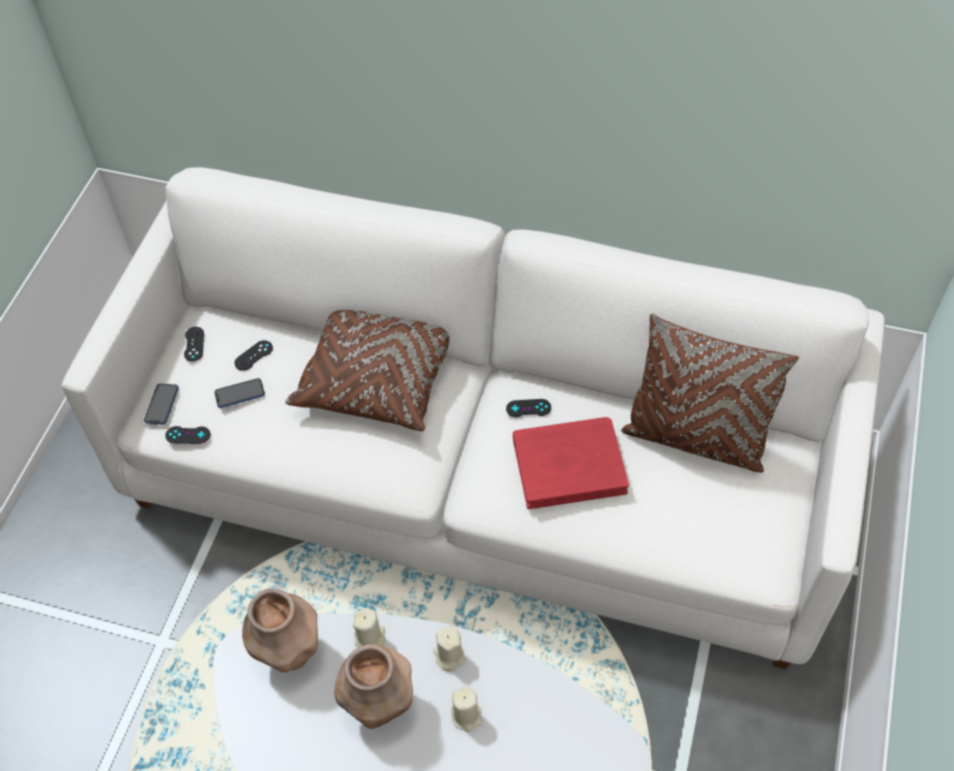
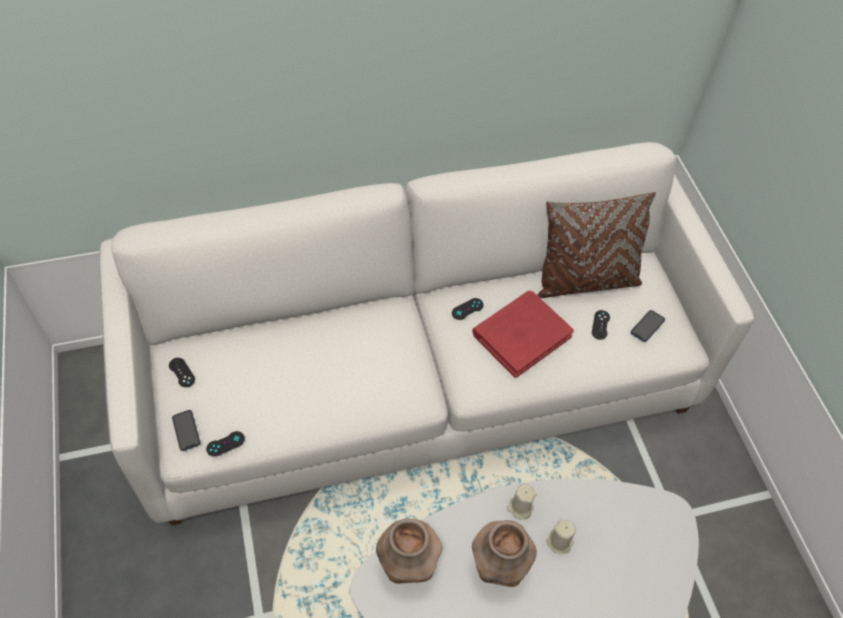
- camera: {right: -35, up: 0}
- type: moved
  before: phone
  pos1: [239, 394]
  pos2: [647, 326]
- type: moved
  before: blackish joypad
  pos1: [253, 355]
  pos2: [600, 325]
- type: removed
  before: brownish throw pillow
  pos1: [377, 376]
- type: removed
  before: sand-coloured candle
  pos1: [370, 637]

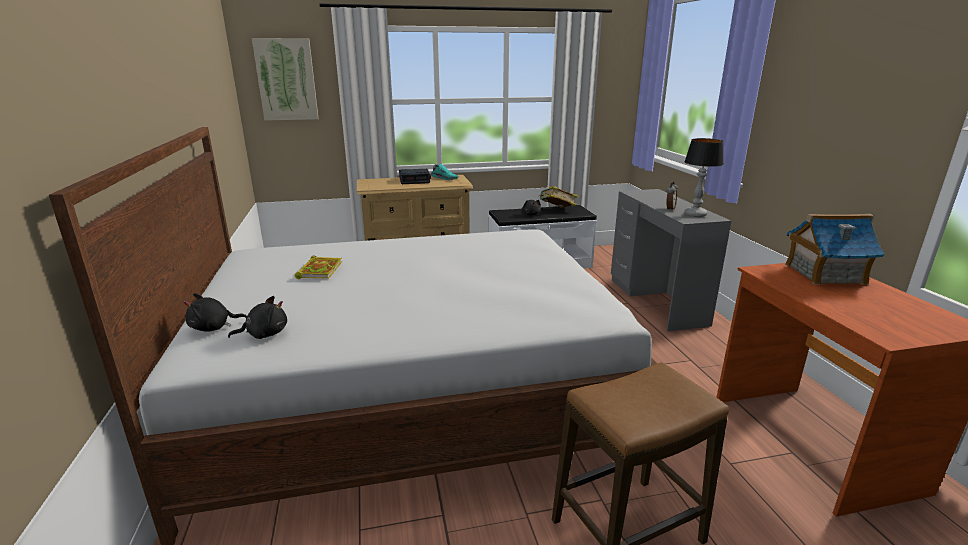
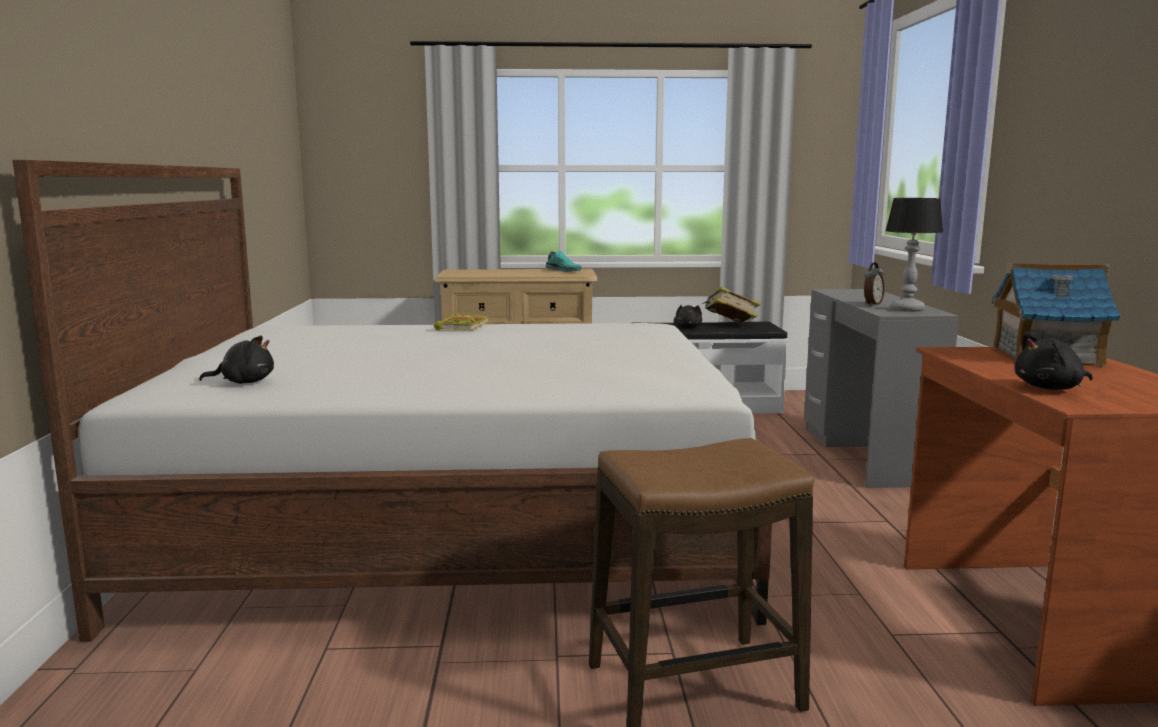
- camera: {right: 10, up: -10}
- type: moved
  before: blackish cuddly toy
  pos1: [213, 327]
  pos2: [1050, 388]
- type: removed
  before: picture
  pos1: [286, 80]
- type: moved
  before: book
  pos1: [320, 270]
  pos2: [462, 326]
- type: removed
  before: bedside clock
  pos1: [414, 180]

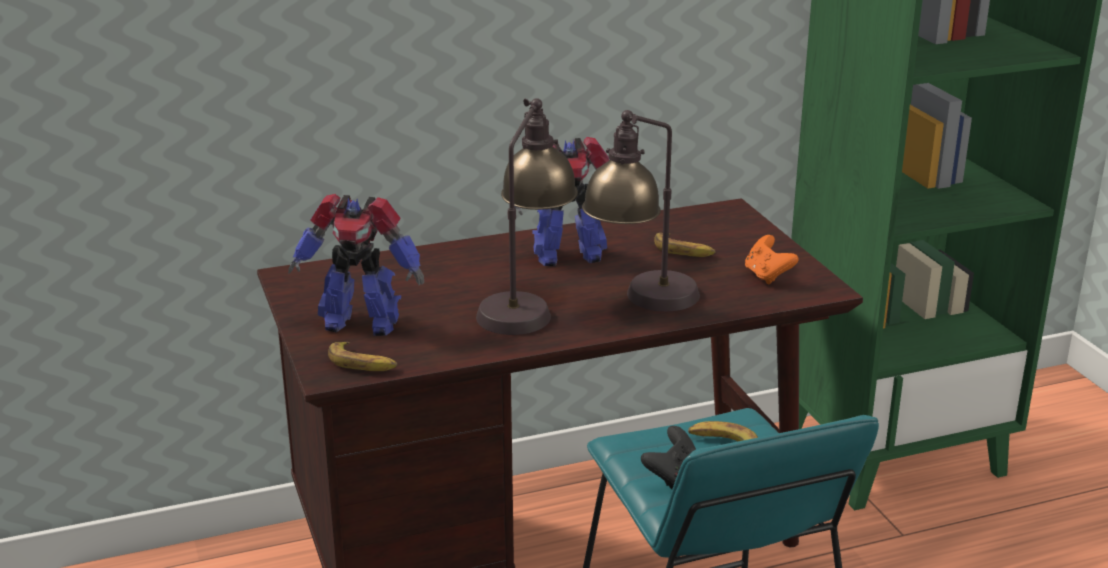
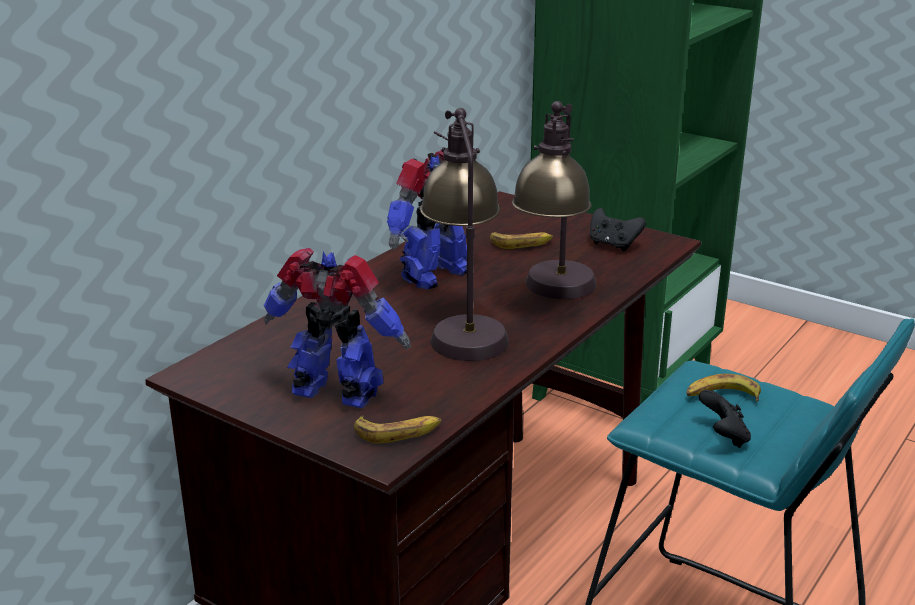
- camera: {right: -35, up: 0}
- type: turned
  before: toy robot
  pos1: [360, 322]
  pos2: [336, 394]
  turn: -135
- type: recoloured
  before: orangey joypad
  after: blackish joypad
  pos1: [767, 276]
  pos2: [613, 245]

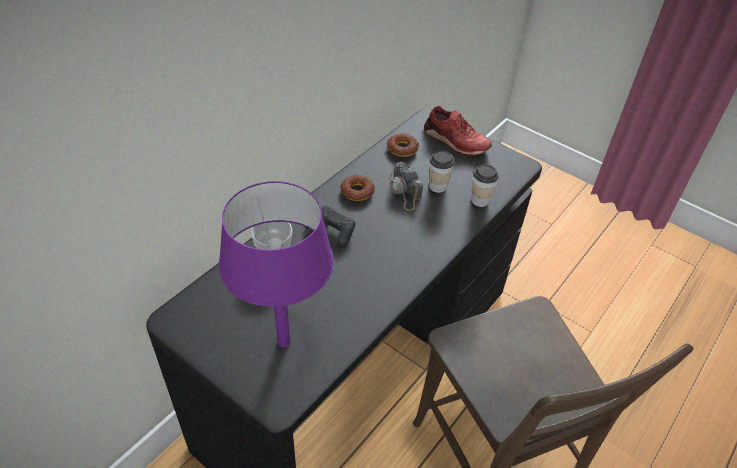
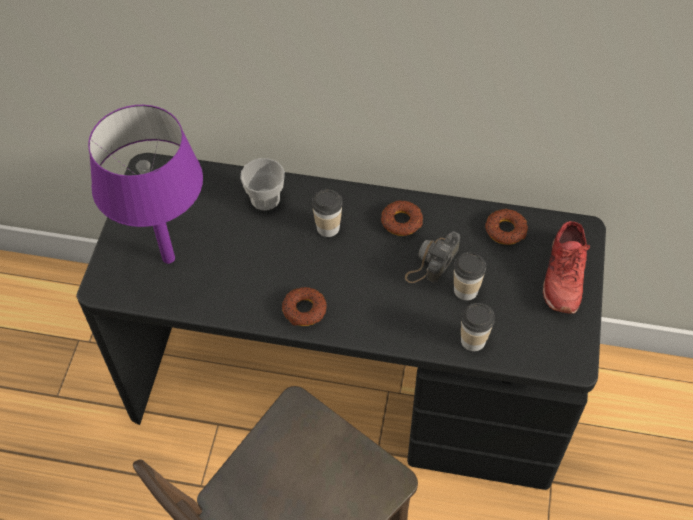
- camera: {right: 65, up: 10}
- type: replaced
  before: blackish joypad
  after: drinking cup
  pos1: [332, 231]
  pos2: [328, 227]
- type: added
  after: ring doughnut
  pos2: [304, 310]

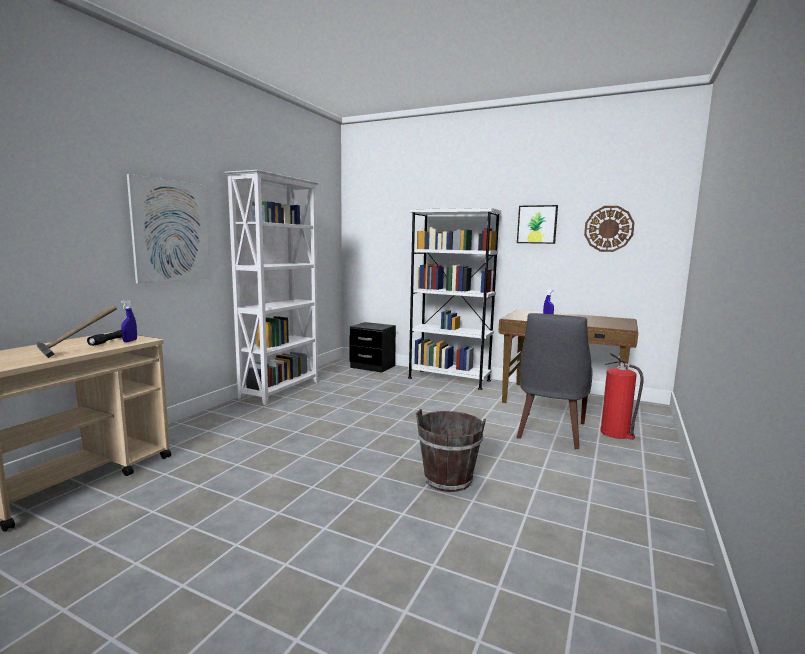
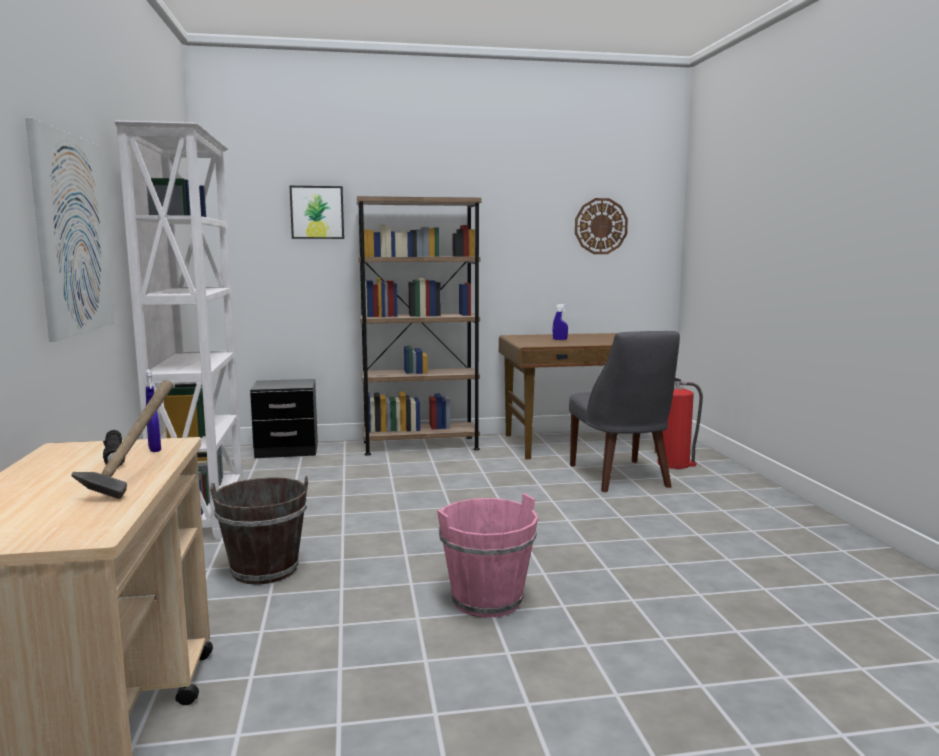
- camera: {right: -35, up: 0}
- type: recoloured
  before: white bookshelf
  after: brownish bookshelf
  pos1: [449, 379]
  pos2: [420, 446]
- type: moved
  before: brownish pail
  pos1: [448, 479]
  pos2: [265, 570]
- type: moved
  before: picture
  pos1: [537, 224]
  pos2: [317, 212]
- type: added
  after: pink pail
  pos2: [487, 600]

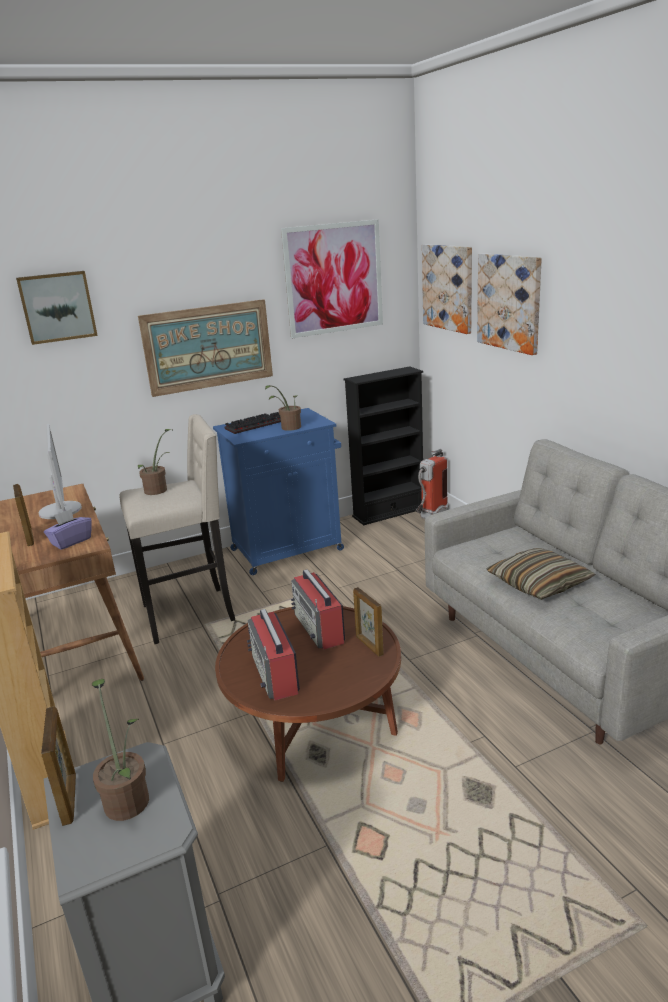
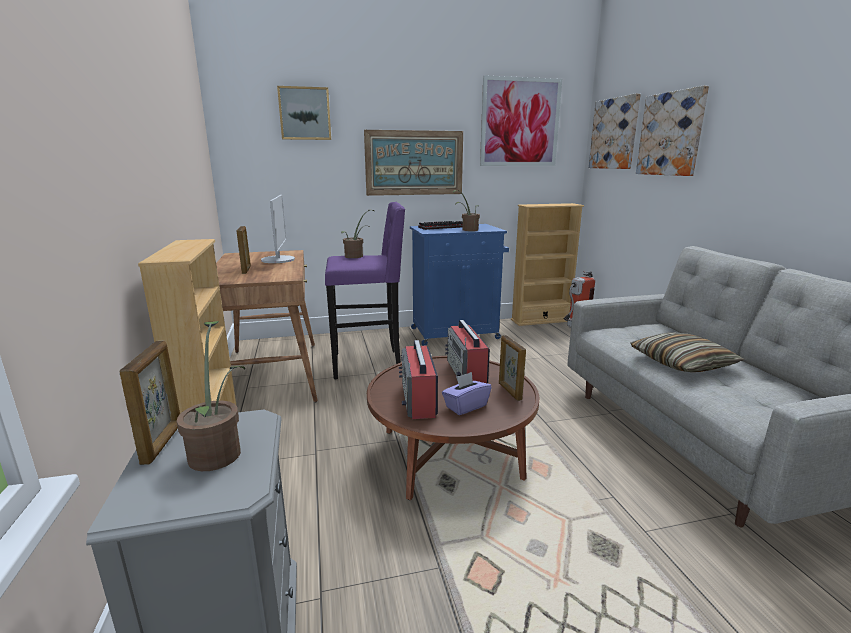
- camera: {right: 10, up: -5}
- type: moved
  before: purple-coloured tissue holder
  pos1: [71, 541]
  pos2: [465, 406]
- type: recoloured
  before: sand-coloured sitting stool
  after: purple-coloured sitting stool
  pos1: [191, 613]
  pos2: [368, 363]
- type: recoloured
  before: blackish bookshelf
  after: sand-coloured bookshelf
  pos1: [389, 512]
  pos2: [541, 320]

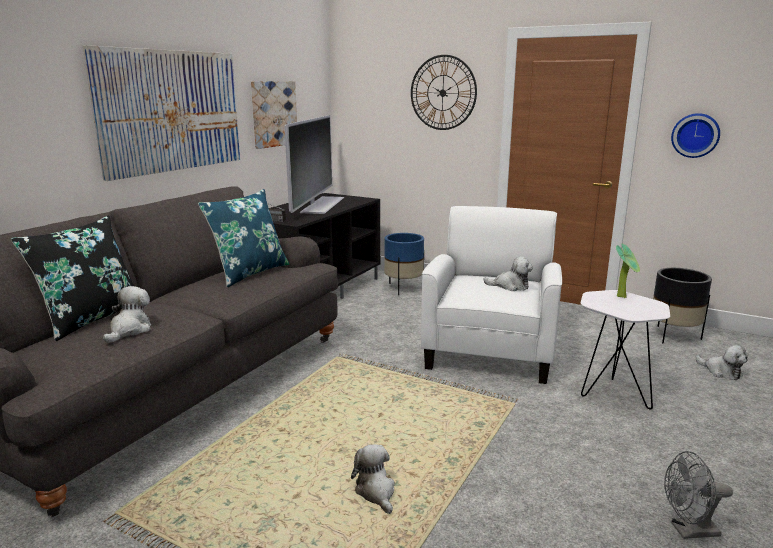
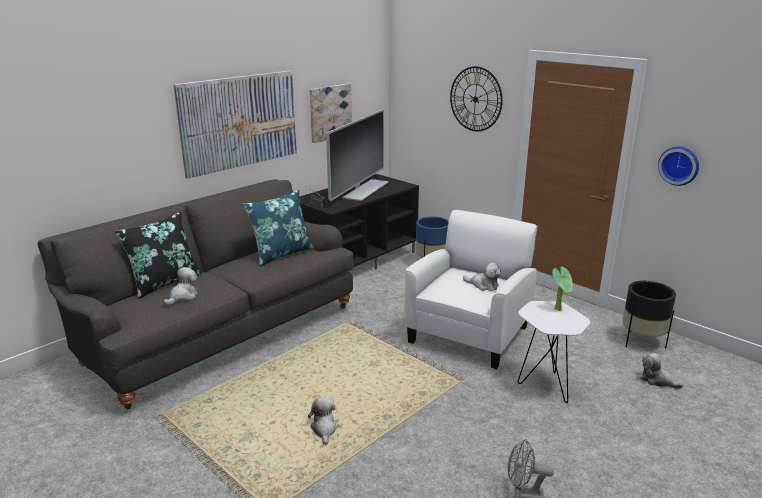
- camera: {right: 15, up: 5}
- type: turned
  before: cuddly toy
  pos1: [721, 372]
  pos2: [657, 380]
  turn: 150

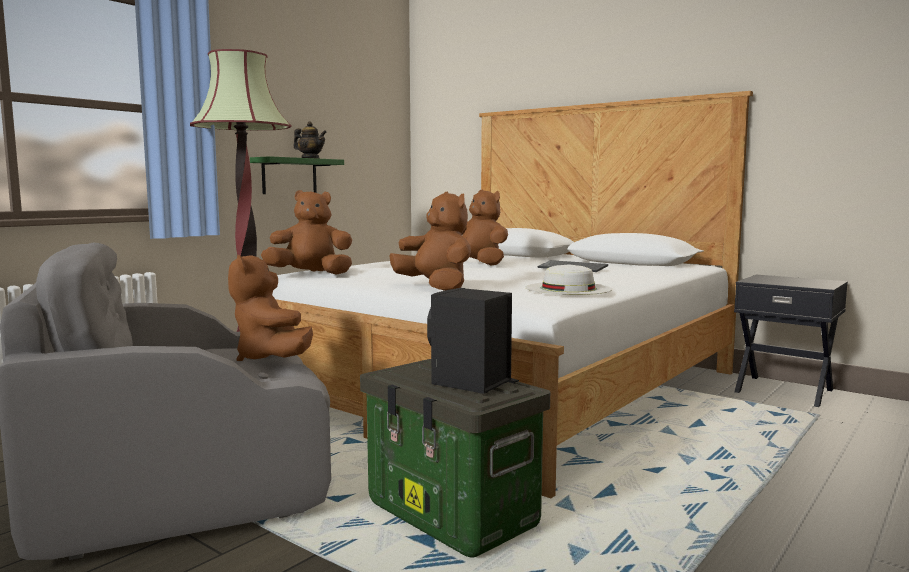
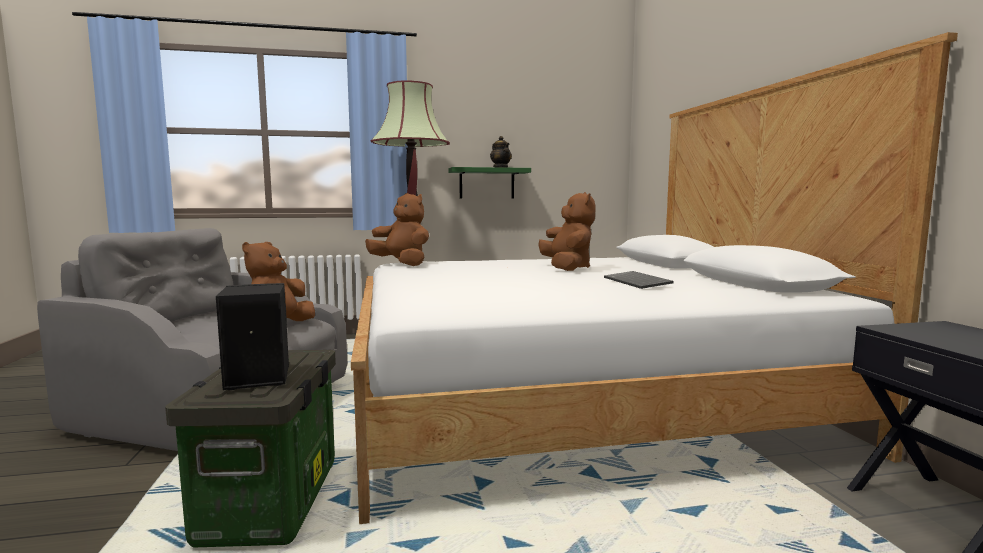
- camera: {right: 40, up: 0}
- type: removed
  before: brownish cuddly toy
  pos1: [436, 288]
- type: removed
  before: white hat
  pos1: [568, 288]

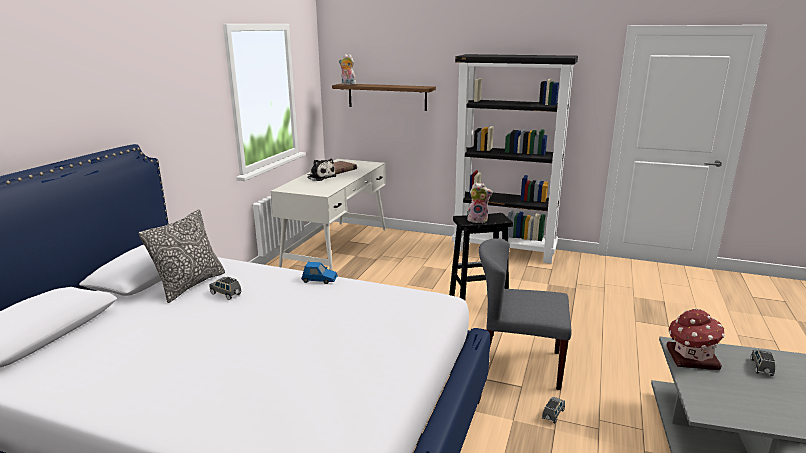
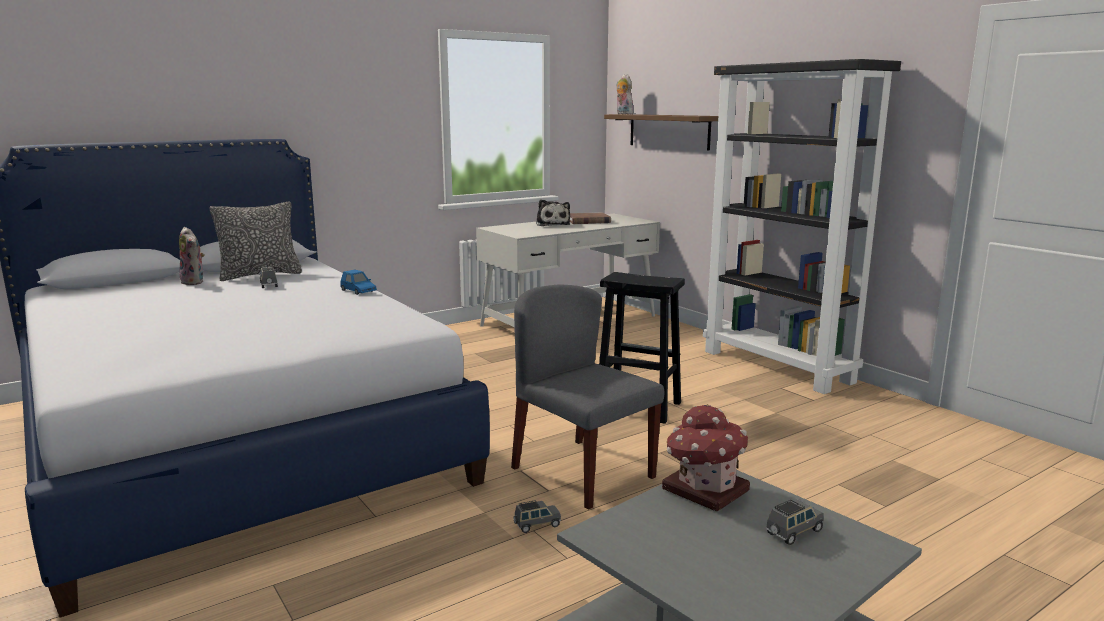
- camera: {right: 35, up: -5}
- type: moved
  before: cuddly toy
  pos1: [478, 220]
  pos2: [195, 282]

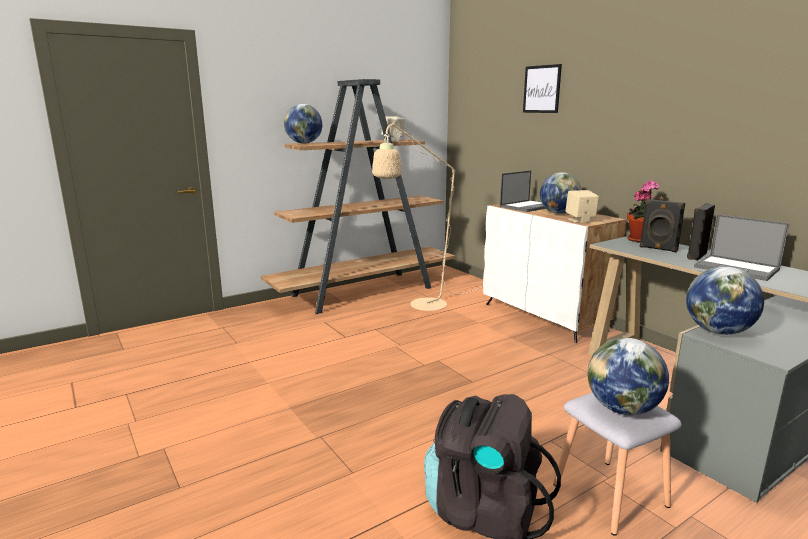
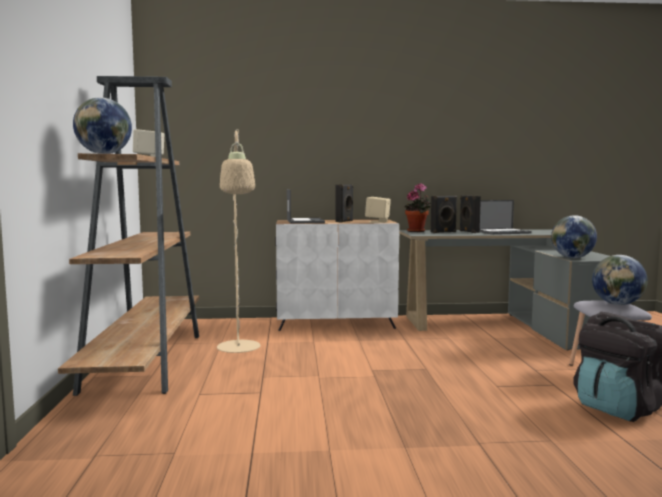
- camera: {right: -60, up: -10}
- type: removed
  before: picture
  pos1: [542, 89]
- type: replaced
  before: globe
  after: blackish loudspeaker
  pos1: [559, 213]
  pos2: [345, 221]

